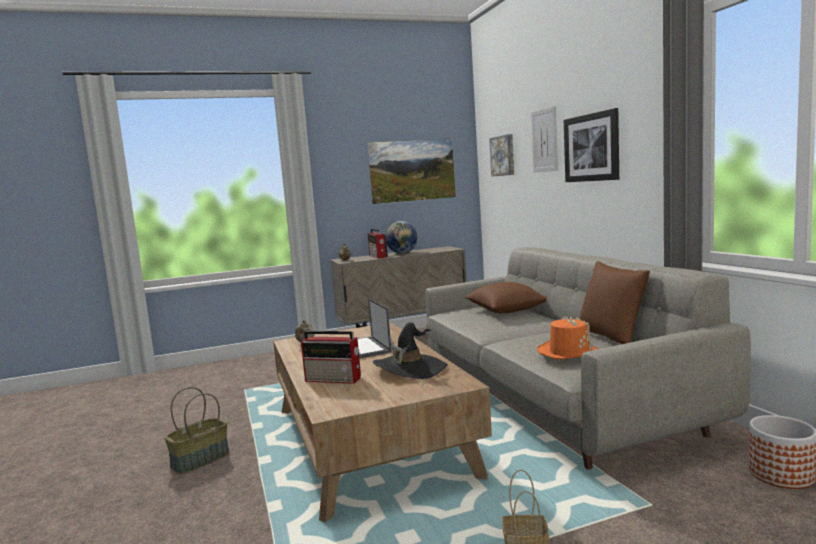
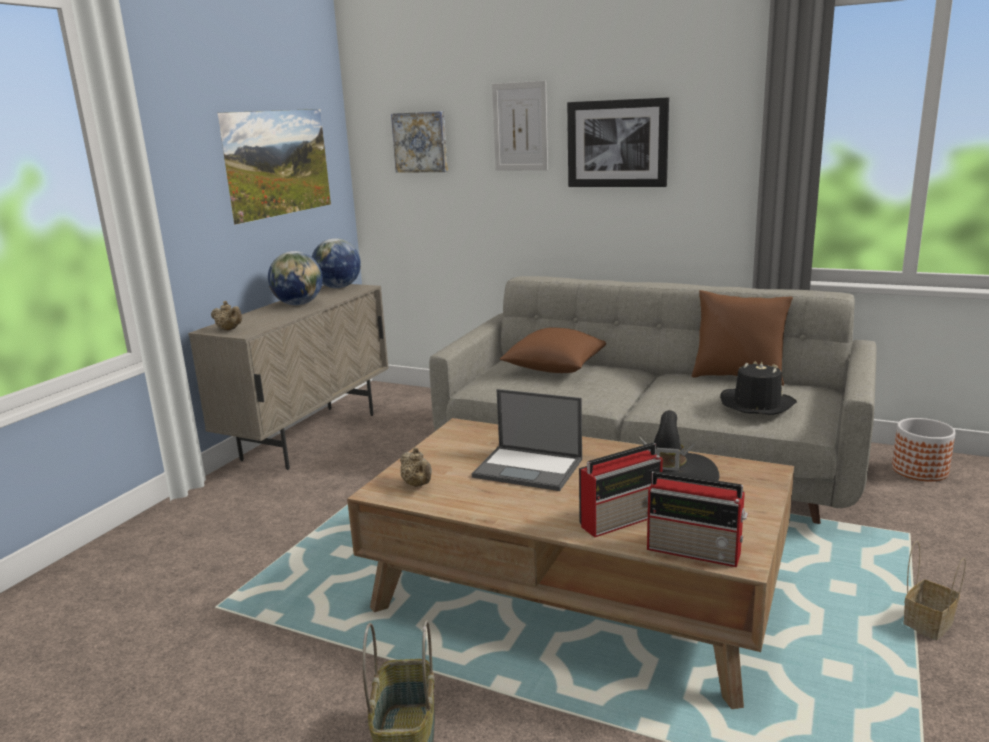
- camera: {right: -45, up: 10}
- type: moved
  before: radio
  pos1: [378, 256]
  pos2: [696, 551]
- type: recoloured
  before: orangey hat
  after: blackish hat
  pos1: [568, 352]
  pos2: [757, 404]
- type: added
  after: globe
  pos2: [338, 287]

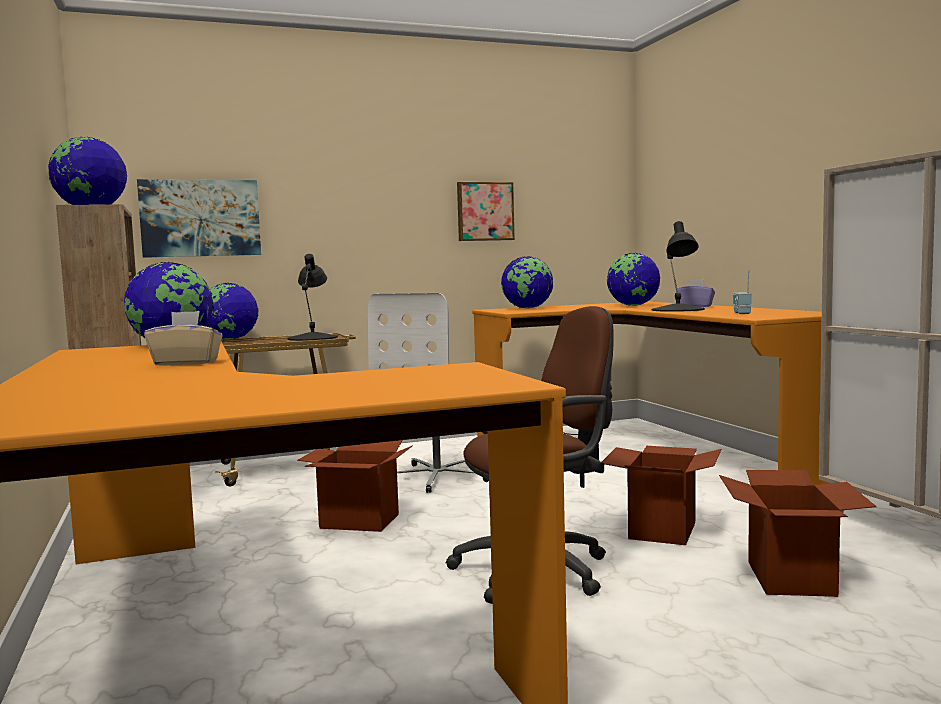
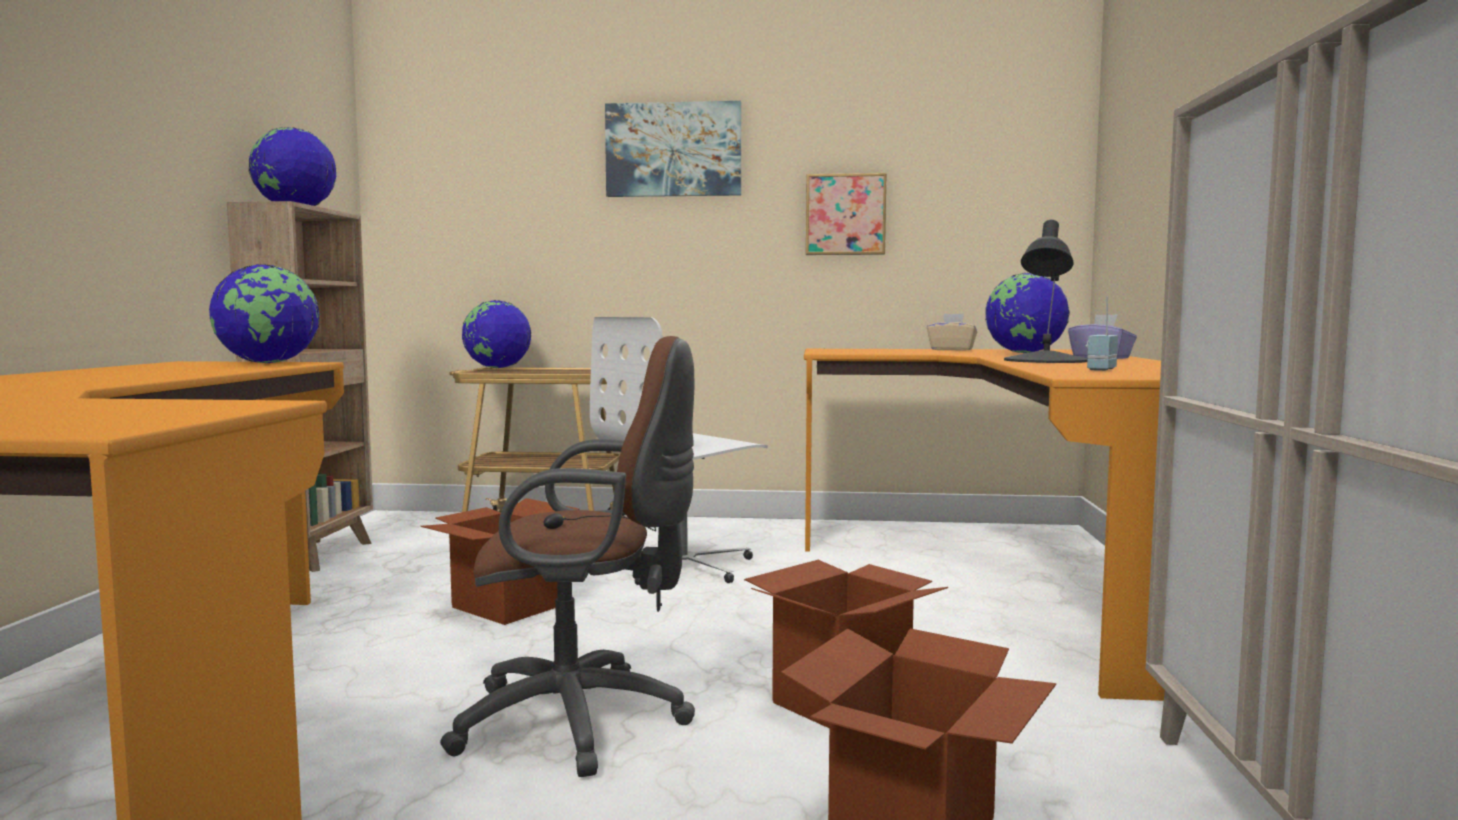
- camera: {right: 25, up: 0}
- type: moved
  before: picture
  pos1: [200, 218]
  pos2: [673, 150]
- type: moved
  before: sand-coloured tissue holder
  pos1: [186, 363]
  pos2: [951, 350]
- type: removed
  before: blackish lamp for a table
  pos1: [313, 338]
- type: removed
  before: globe
  pos1: [527, 308]

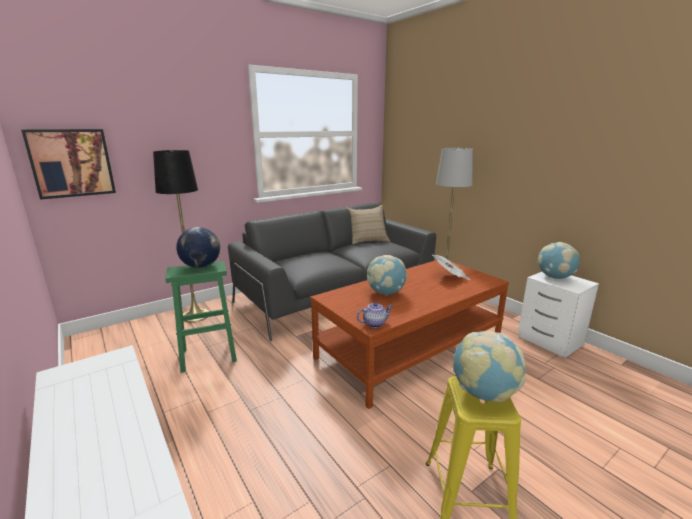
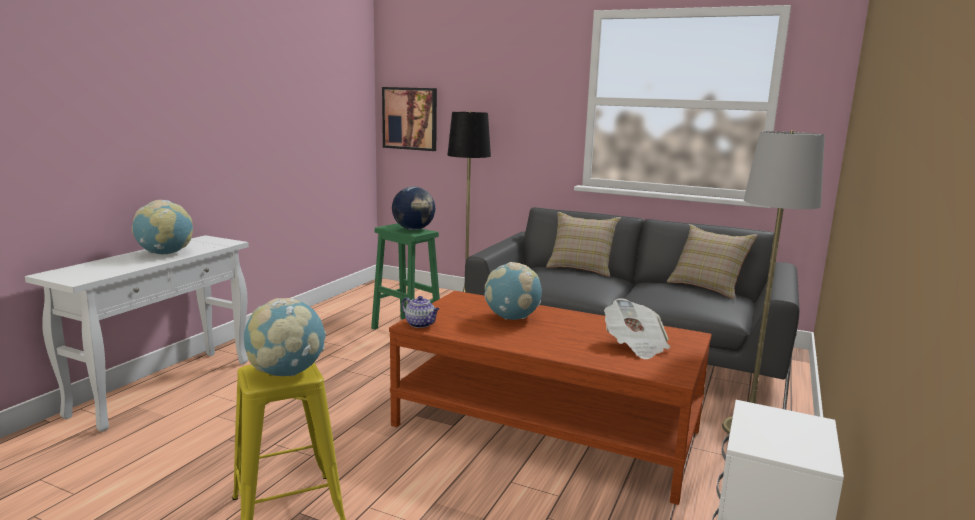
- camera: {right: 60, up: -5}
- type: moved
  before: globe
  pos1: [555, 277]
  pos2: [165, 253]
- type: added
  after: sand-coloured throw pillow
  pos2: [581, 268]

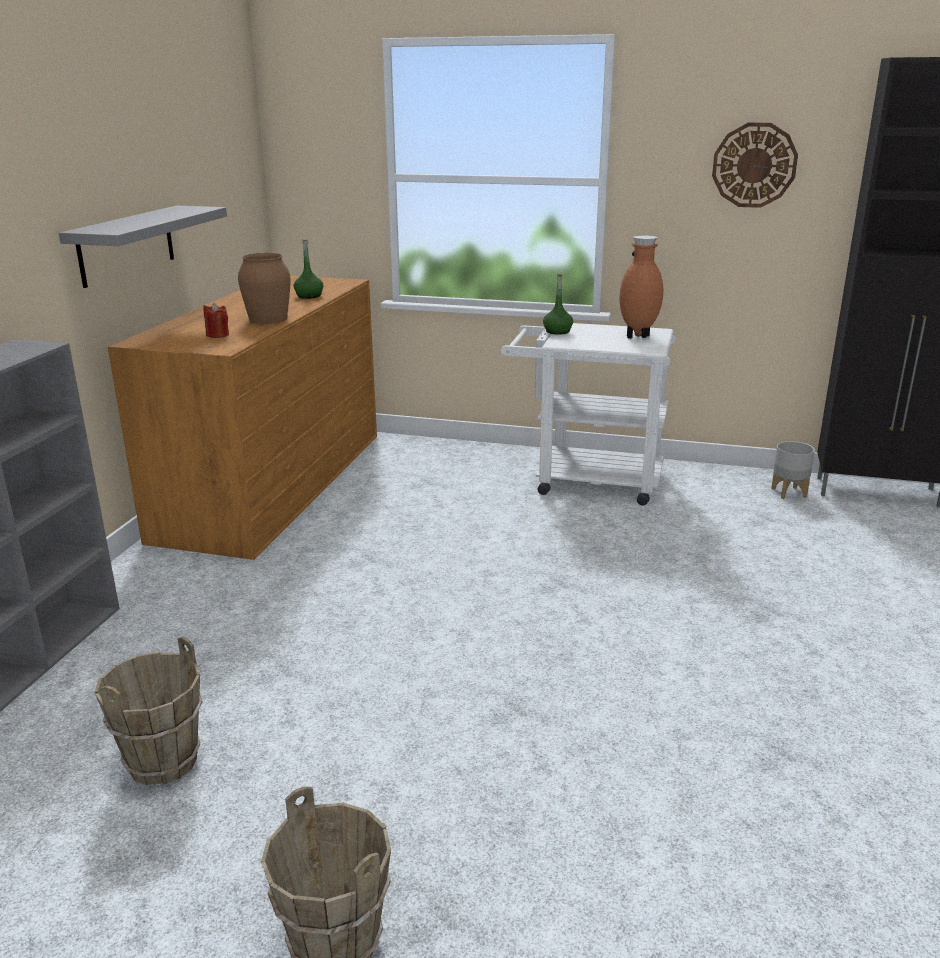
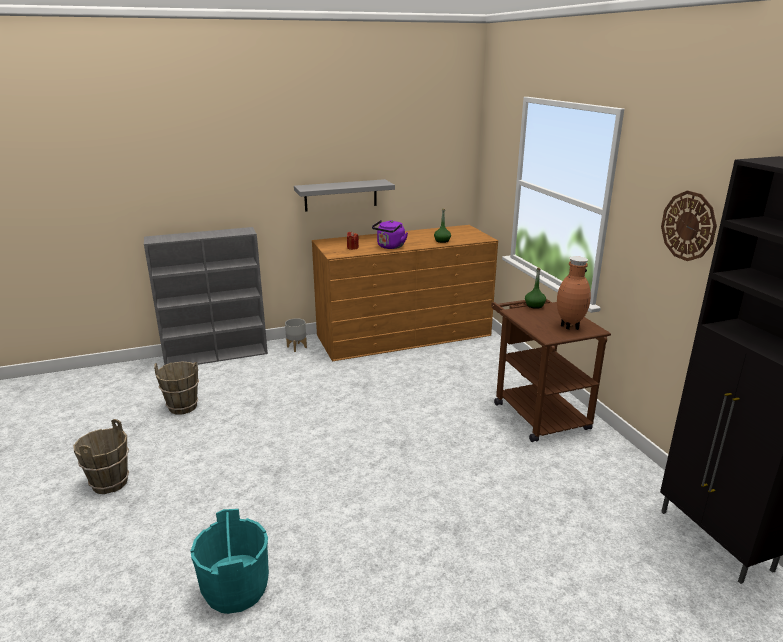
- camera: {right: 55, up: 0}
- type: replaced
  before: brownish vase
  after: purple-coloured kettle
  pos1: [268, 319]
  pos2: [390, 247]
- type: recoloured
  before: white wheeled cart
  after: brownish wheeled cart
  pos1: [586, 480]
  pos2: [536, 412]
- type: moved
  before: greyish plant pot
  pos1: [788, 492]
  pos2: [297, 347]
- type: added
  after: turquoise pail
  pos2: [235, 588]

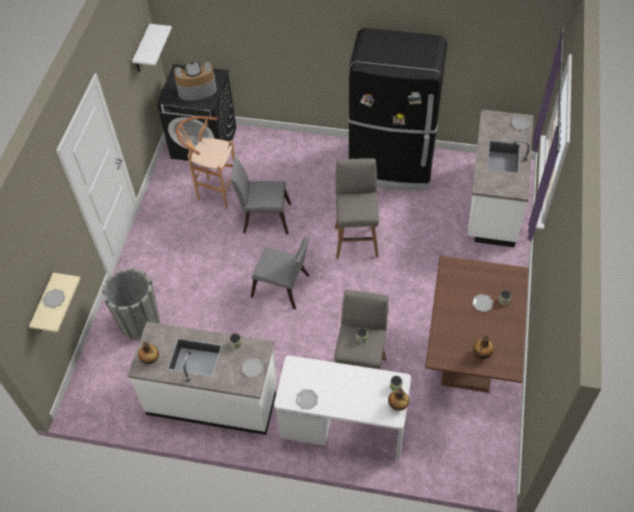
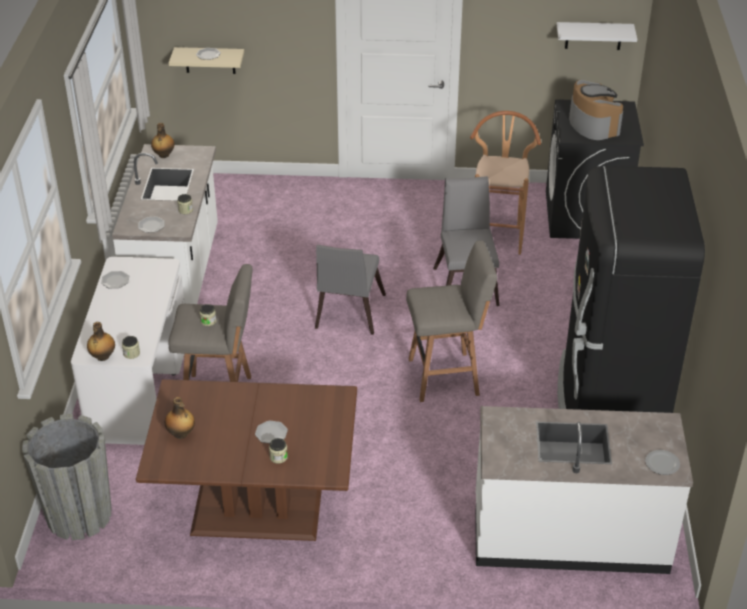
- camera: {right: 80, up: -15}
- type: moved
  before: greyish plant pot
  pos1: [140, 323]
  pos2: [79, 515]

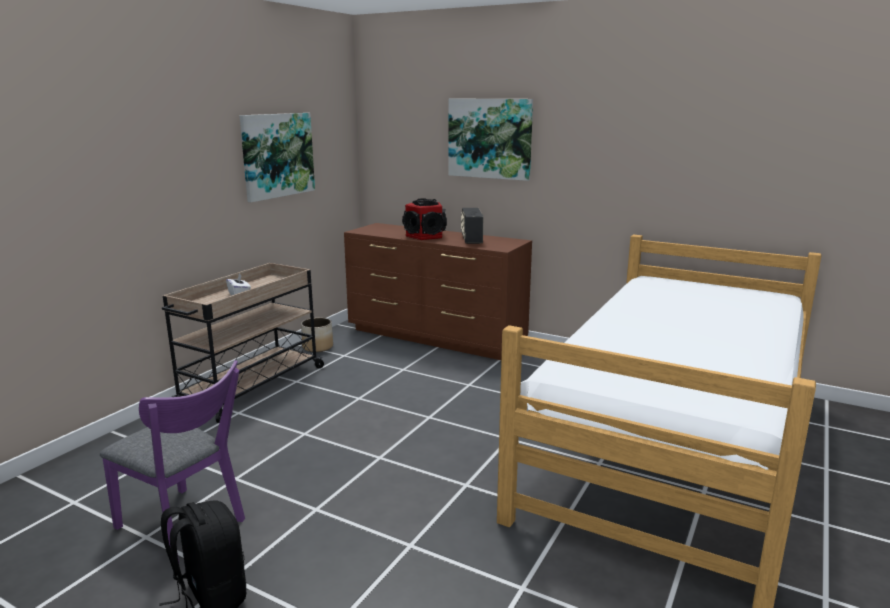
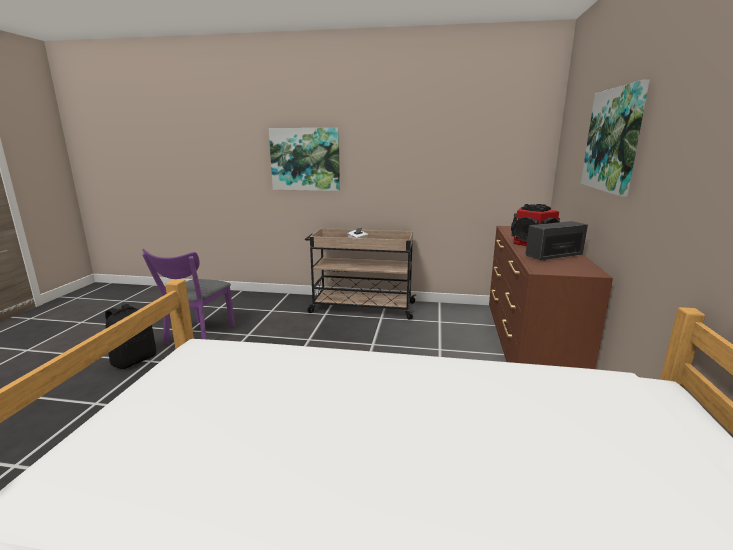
- camera: {right: 70, up: 0}
- type: moved
  before: picture
  pos1: [277, 155]
  pos2: [305, 159]
- type: removed
  before: plant pot
  pos1: [318, 347]

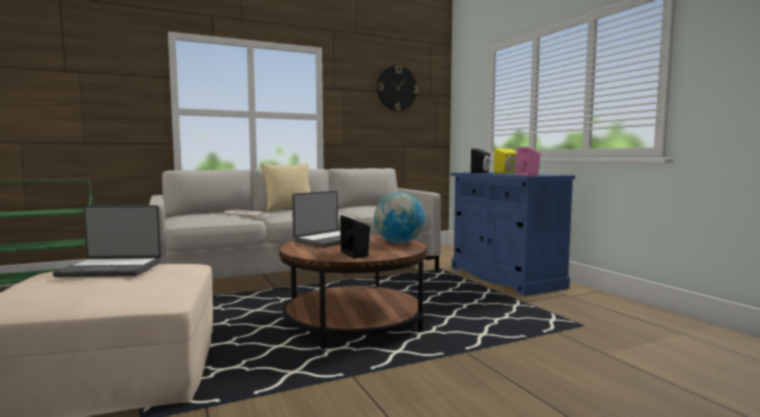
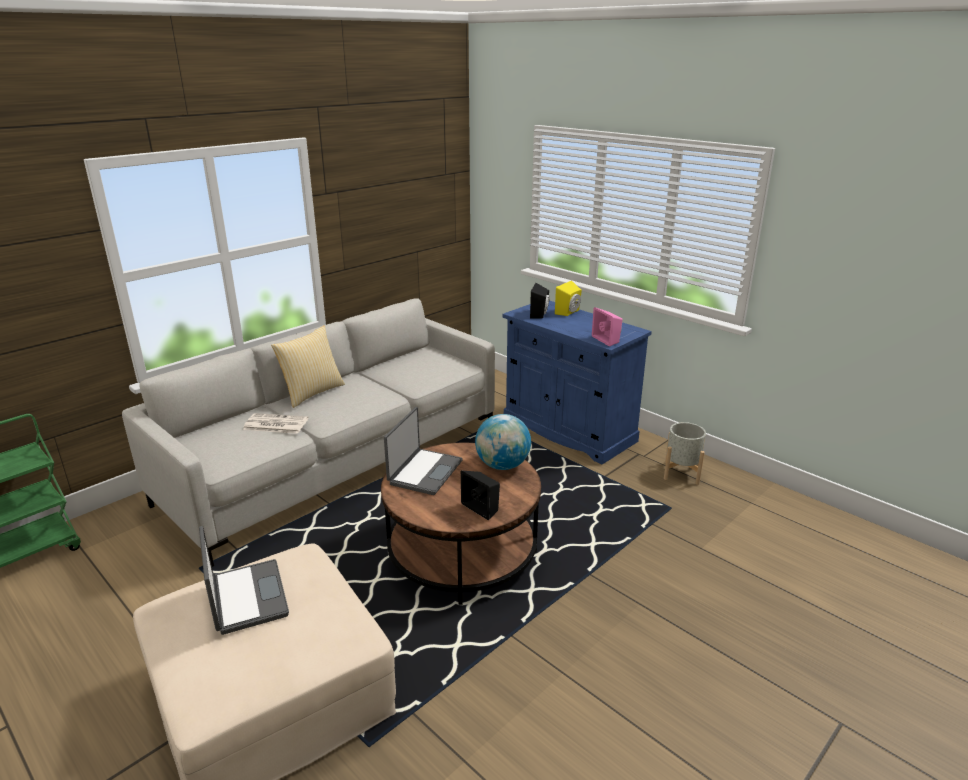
- camera: {right: -20, up: 20}
- type: turned
  before: notebook computer
  pos1: [112, 269]
  pos2: [246, 598]
  turn: -90
- type: removed
  before: wall clock
  pos1: [396, 88]
- type: added
  after: greyish plant pot
  pos2: [682, 473]

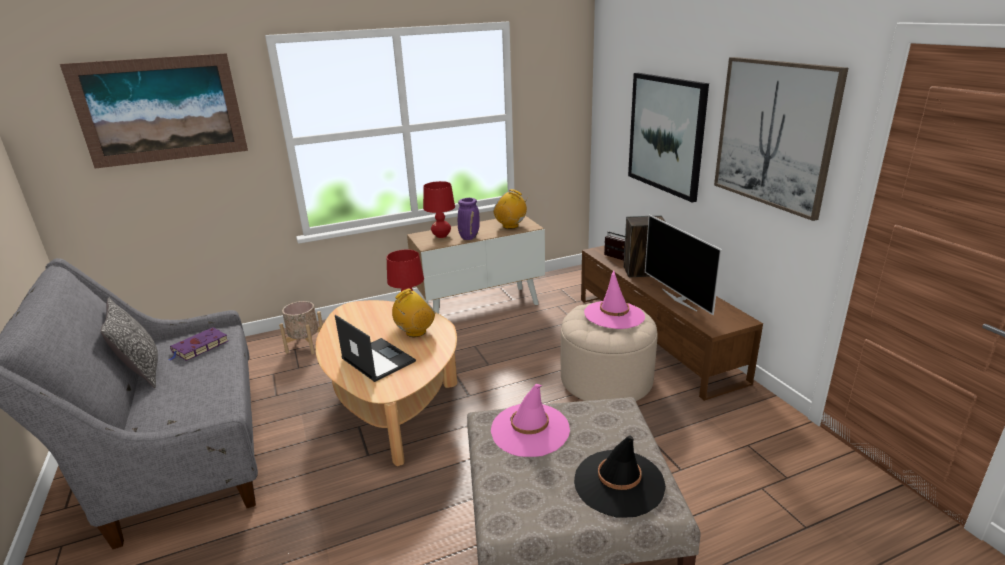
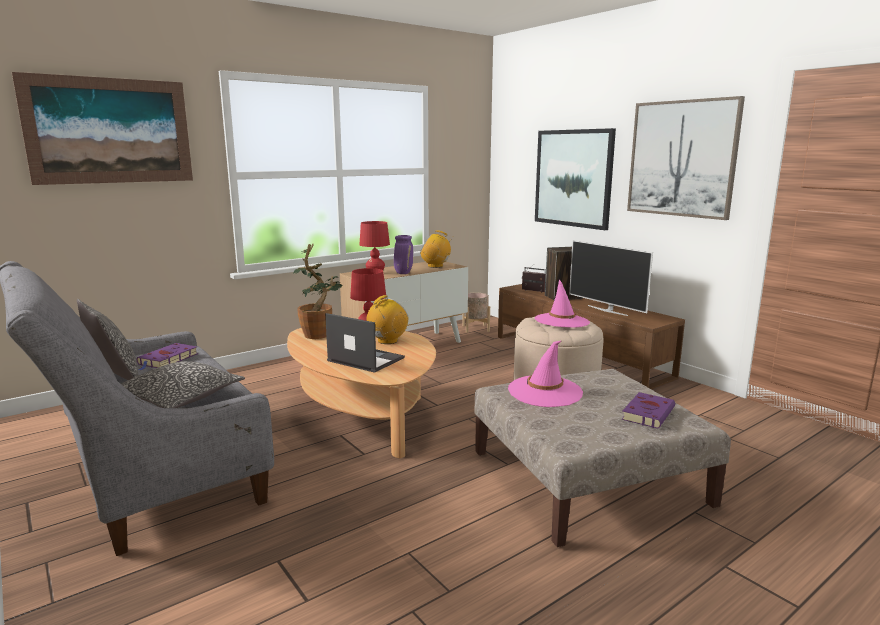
- camera: {right: -15, up: -10}
- type: moved
  before: sand-coloured plant pot
  pos1: [305, 346]
  pos2: [475, 328]
- type: replaced
  before: blackish hat
  after: purple-coloured book
  pos1: [619, 483]
  pos2: [648, 413]
- type: added
  after: throw pillow
  pos2: [180, 397]
- type: added
  after: plant in a pot
  pos2: [321, 334]

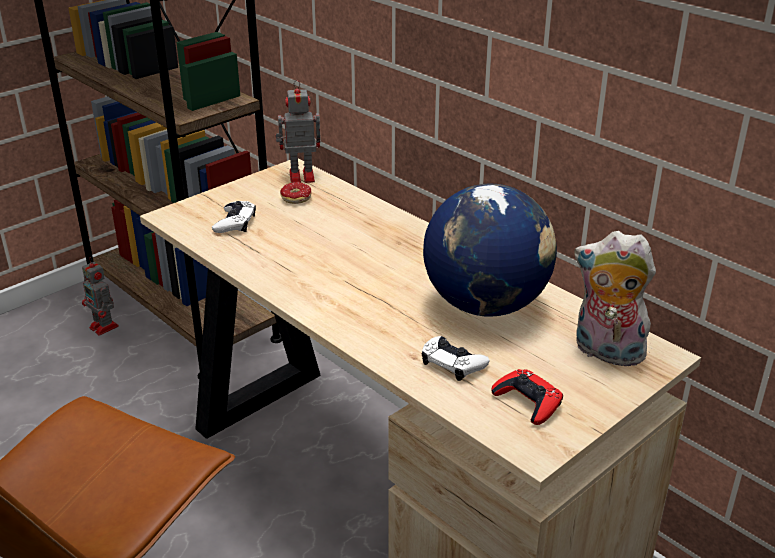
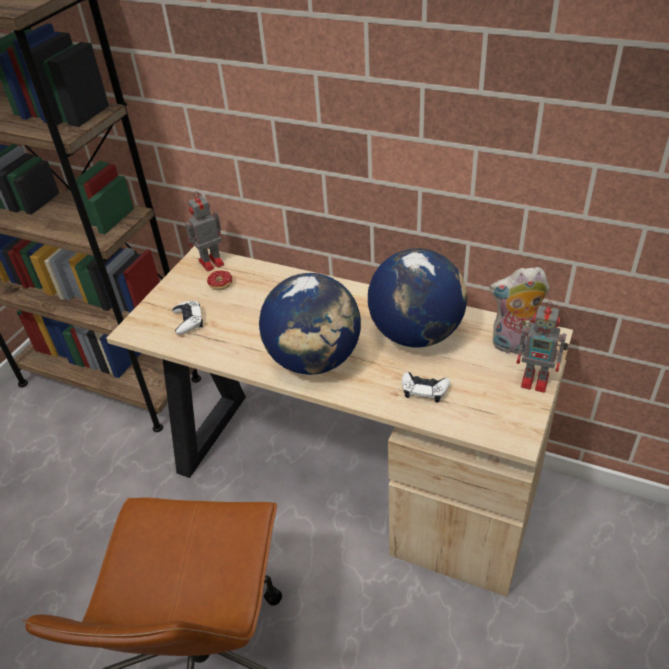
- camera: {right: -20, up: 10}
- type: moved
  before: toy robot
  pos1: [104, 327]
  pos2: [536, 380]
- type: removed
  before: red joypad
  pos1: [528, 402]
- type: added
  after: globe
  pos2: [314, 360]

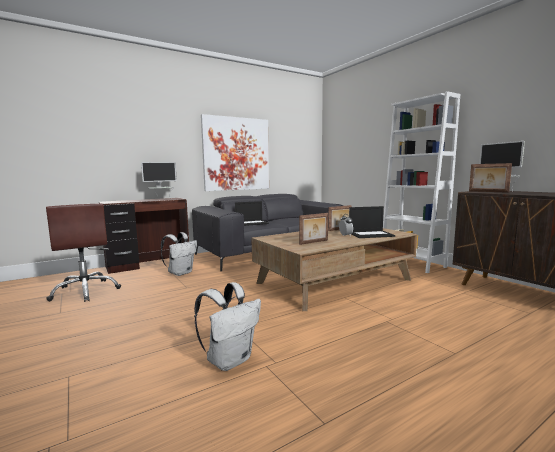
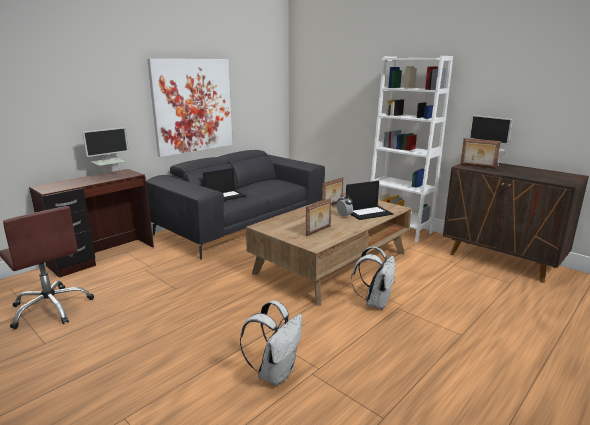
- camera: {right: -15, up: 10}
- type: moved
  before: white backpack
  pos1: [180, 273]
  pos2: [375, 302]

